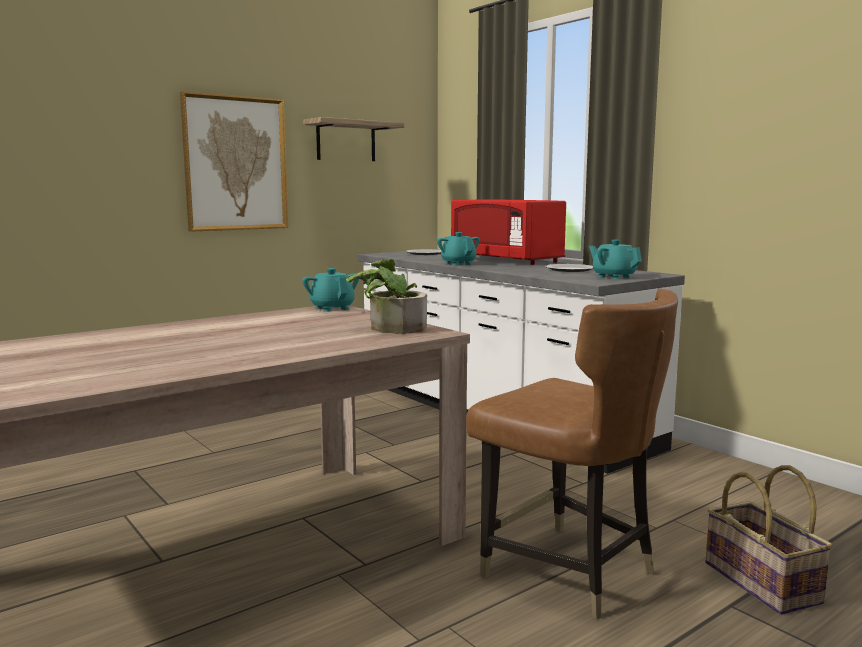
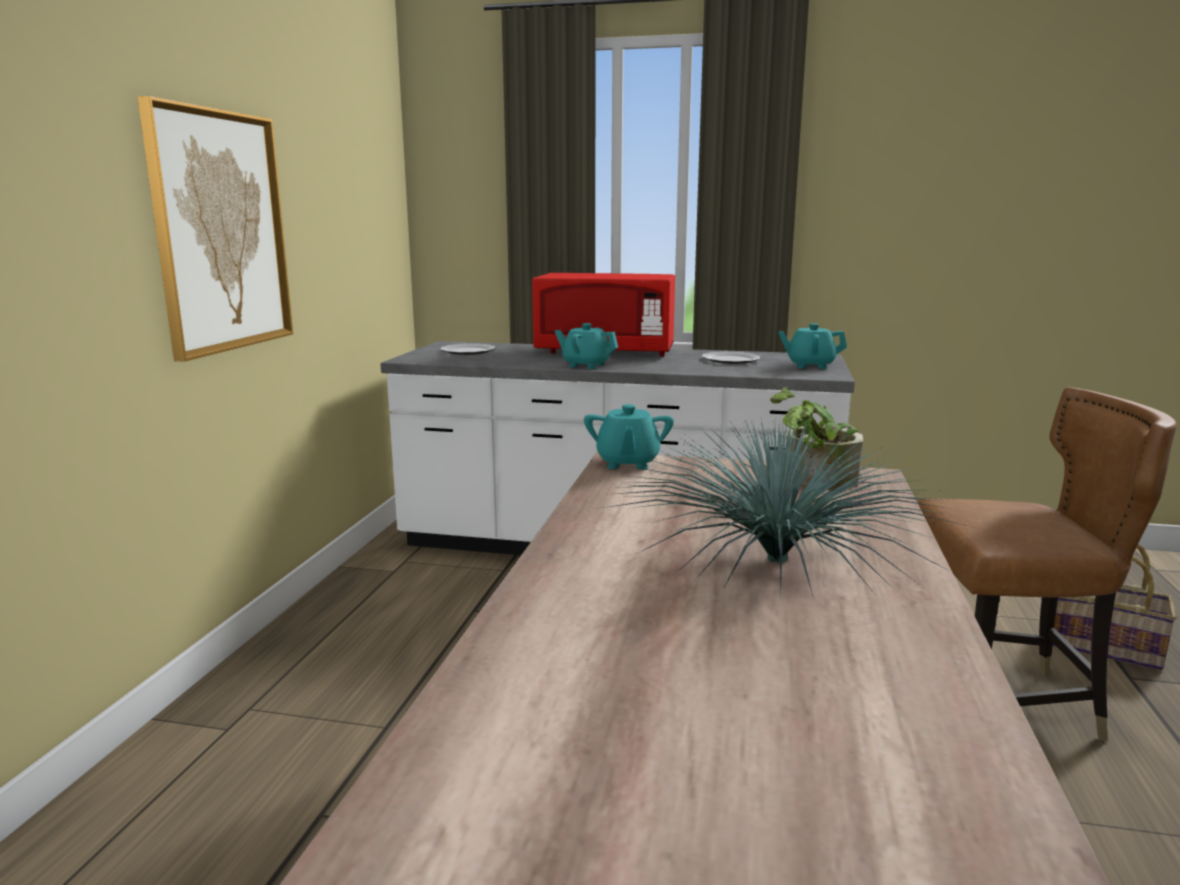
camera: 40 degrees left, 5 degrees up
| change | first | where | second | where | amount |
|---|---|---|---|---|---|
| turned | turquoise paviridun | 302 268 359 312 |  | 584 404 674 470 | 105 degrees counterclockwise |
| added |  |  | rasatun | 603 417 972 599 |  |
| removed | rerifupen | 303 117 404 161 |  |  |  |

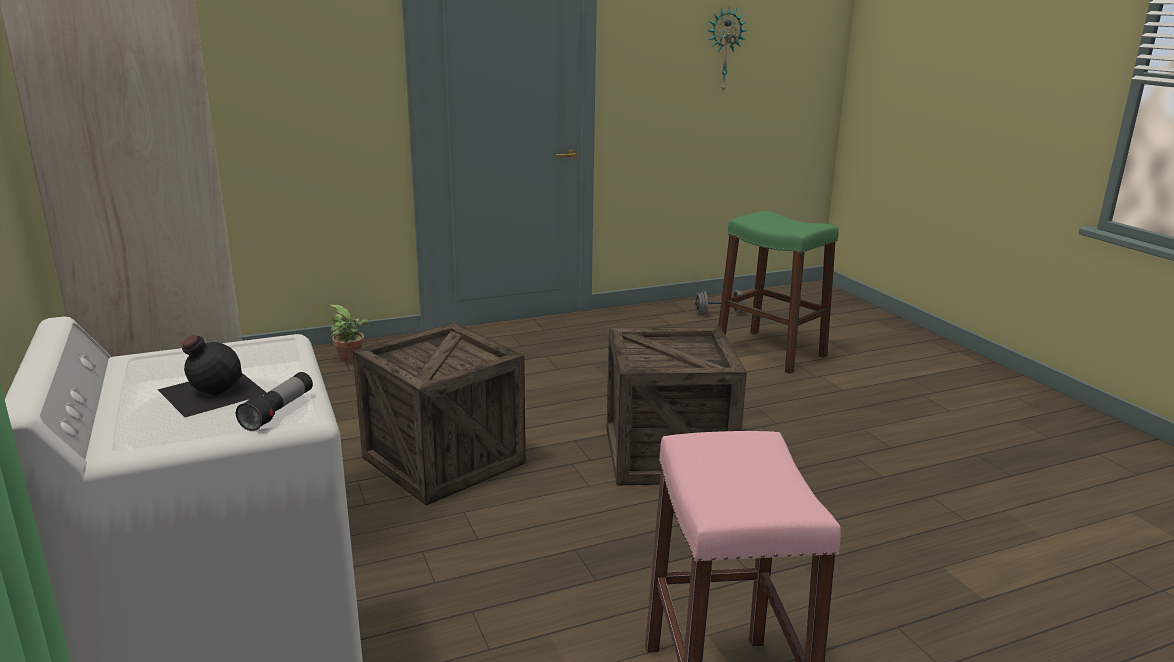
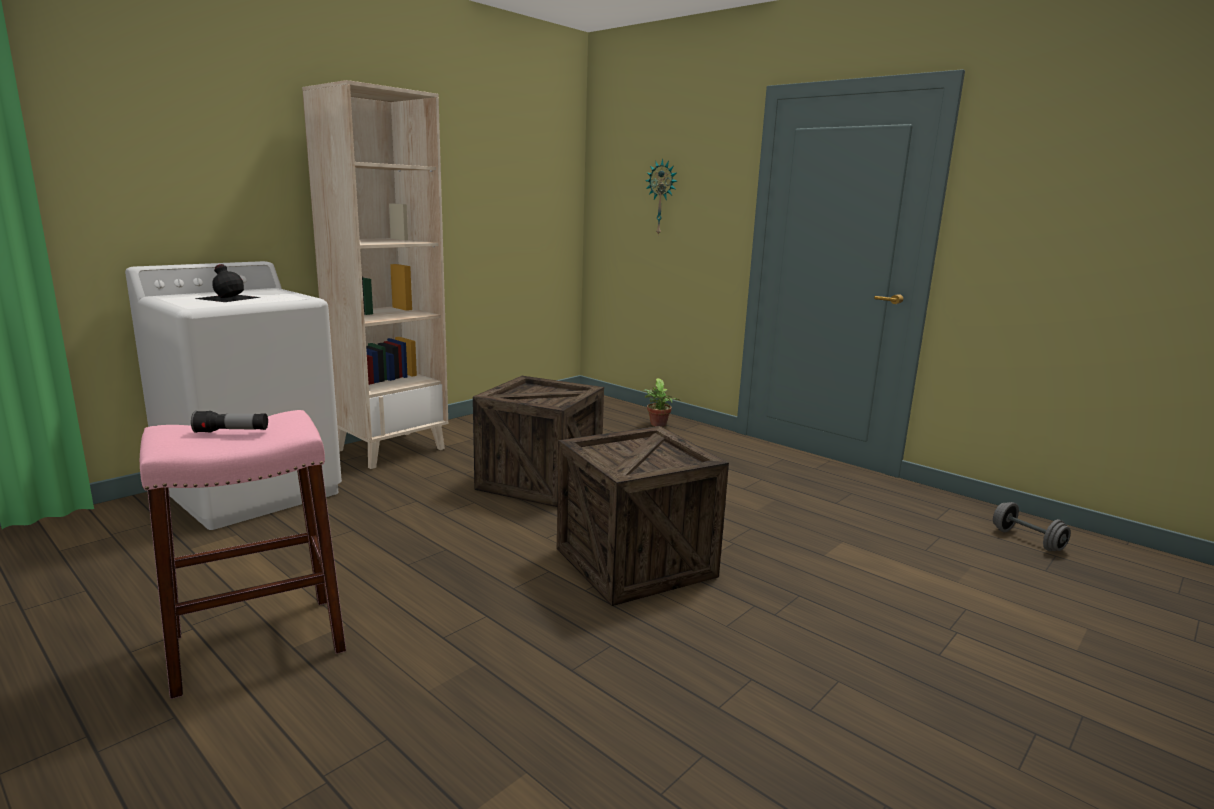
camera: 65 degrees right, 5 degrees down
| change | first | where | second | where | amount |
|---|---|---|---|---|---|
| moved | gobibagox | 236 372 313 431 |  | 191 411 268 433 |  |
| moved | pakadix | 708 6 747 91 |  | 645 159 677 235 |  |
| removed | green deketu | 718 211 839 374 |  |  |  |

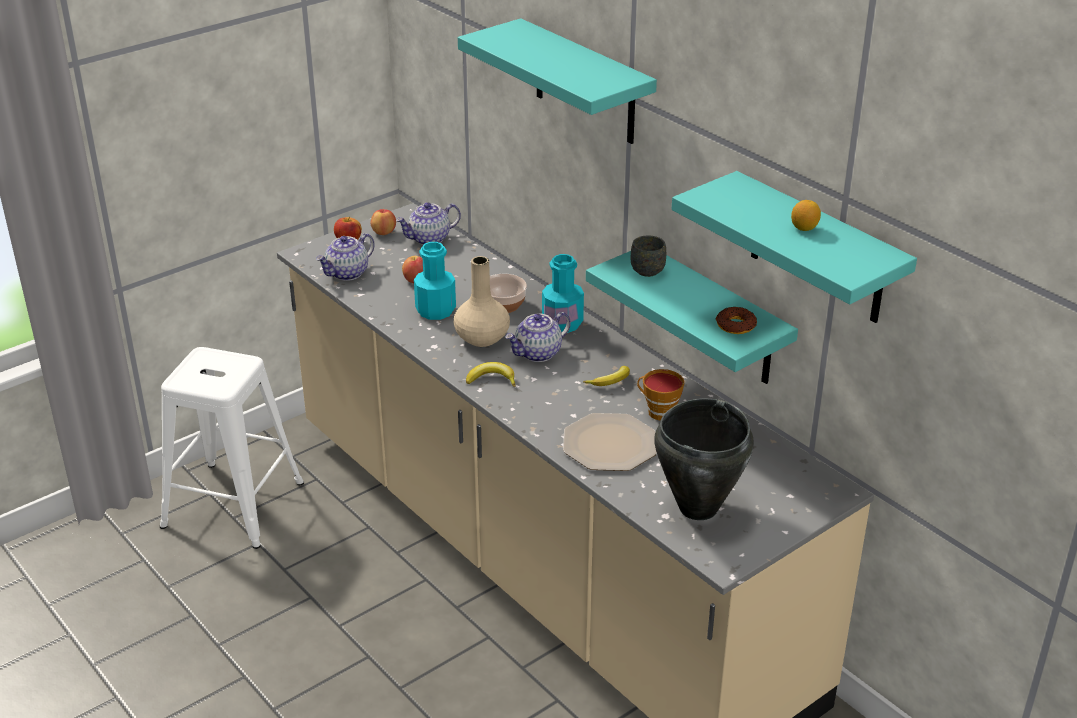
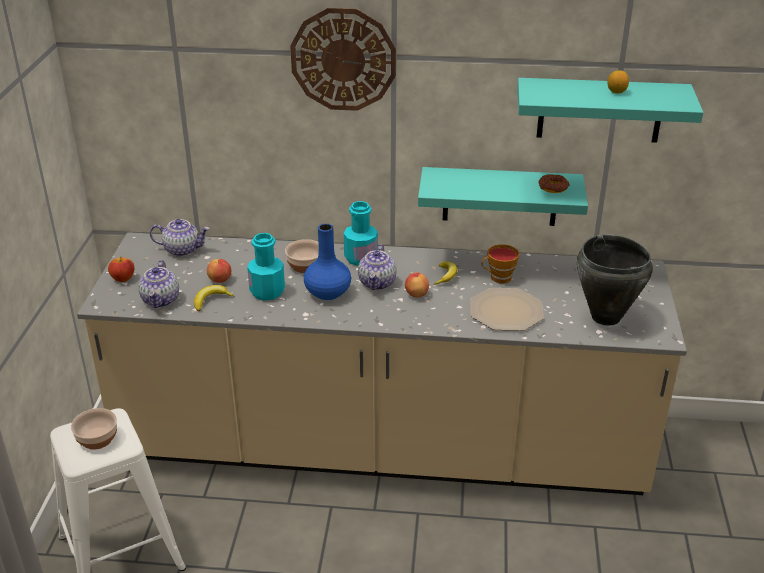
camera: 45 degrees left, 0 degrees up
| change | first | where | second | where | amount |
|---|---|---|---|---|---|
| added |  |  | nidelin | 71 408 117 449 |  |
| turned | paviridun | 396 202 461 245 |  | 150 219 210 257 | 105 degrees counterclockwise |
| moved | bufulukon | 466 362 516 387 |  | 194 285 234 311 |  |
| replaced | turquoise rerifupen | 458 18 657 144 | pakadix | 290 8 396 111 |  |
| recoloured | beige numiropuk | 454 256 510 347 | blue numiropuk | 304 224 351 300 |  |
| moved | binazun | 370 209 396 235 |  | 405 273 429 298 |  |
| removed | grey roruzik | 631 236 666 277 |  |  |  |

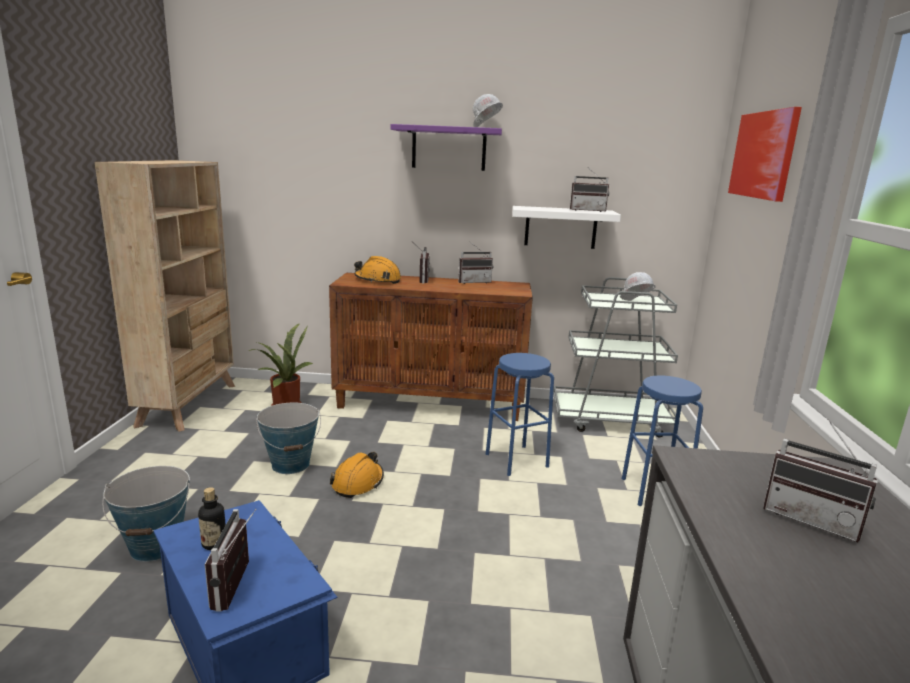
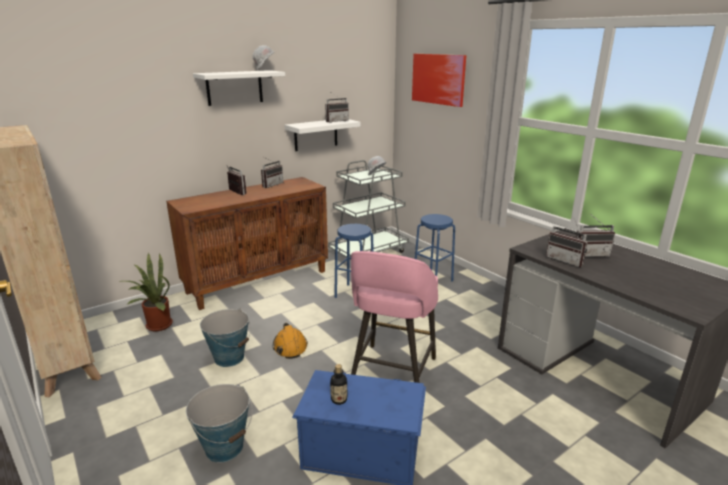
camera: 40 degrees left, 5 degrees up
| change | first | where | second | where | amount |
|---|---|---|---|---|---|
| recoloured | purple rerifupen | 391 124 502 171 | white rerifupen | 193 70 285 106 |  |
| added |  |  | pink deketu | 351 251 438 383 |  |
| moved | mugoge | 204 509 256 612 |  | 546 219 588 267 |  |
| removed | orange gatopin | 354 256 401 284 |  |  |  |

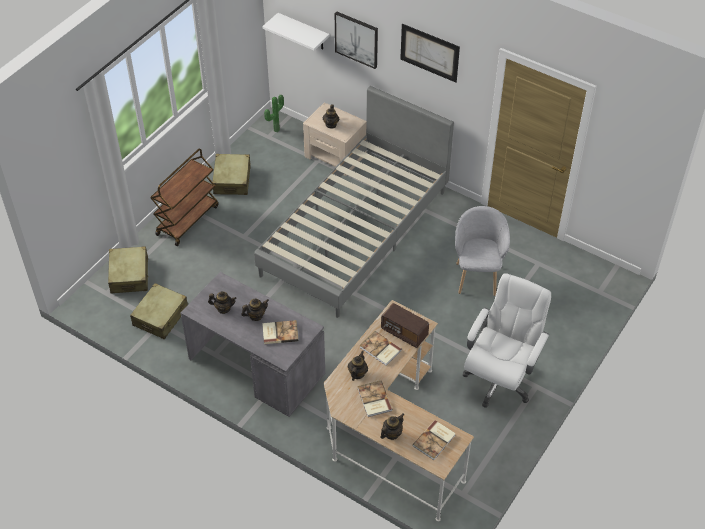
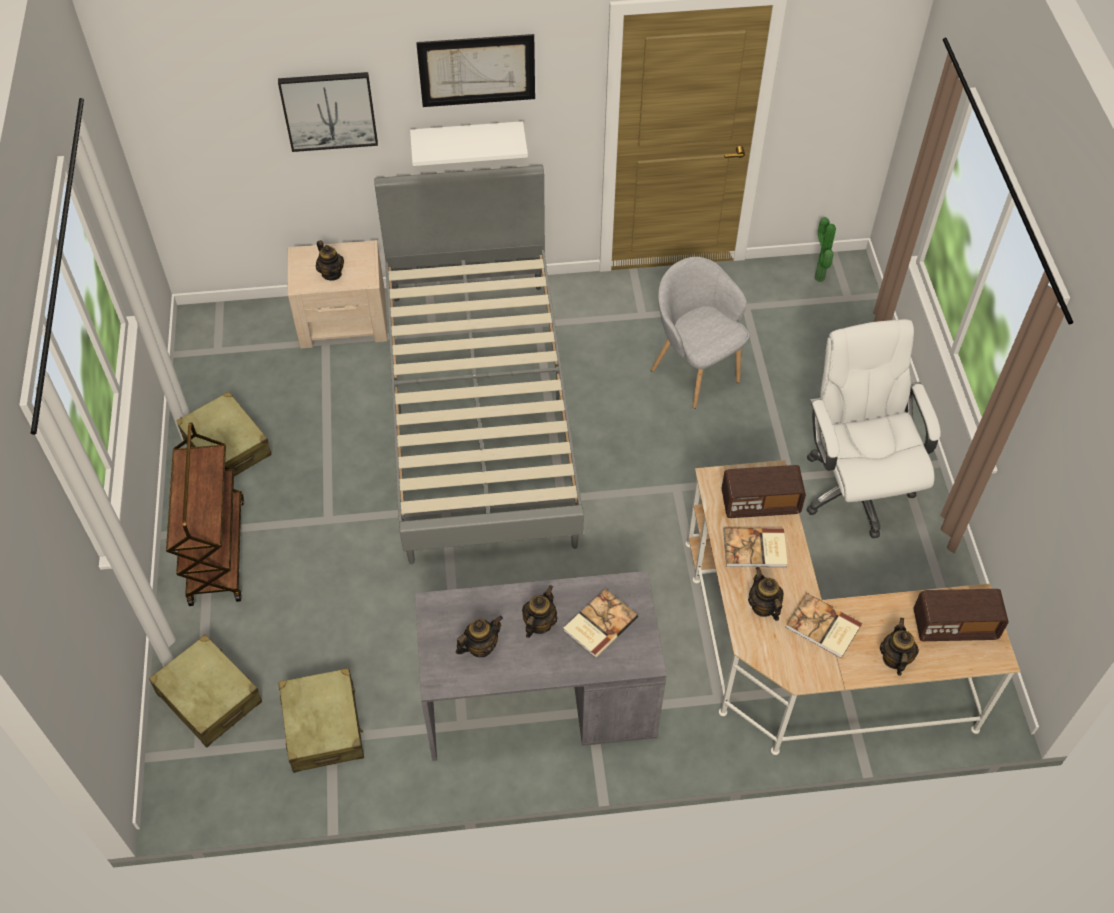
camera: 40 degrees left, 5 degrees up
| change | first | where | second | where | amount |
|---|---|---|---|---|---|
| moved | white rerifupen | 262 13 330 51 |  | 410 121 528 166 |  |
| moved | rasatun | 264 95 284 132 |  | 814 217 836 282 |  |
| replaced | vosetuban | 413 420 456 460 | mugoge | 913 589 1009 641 |  |

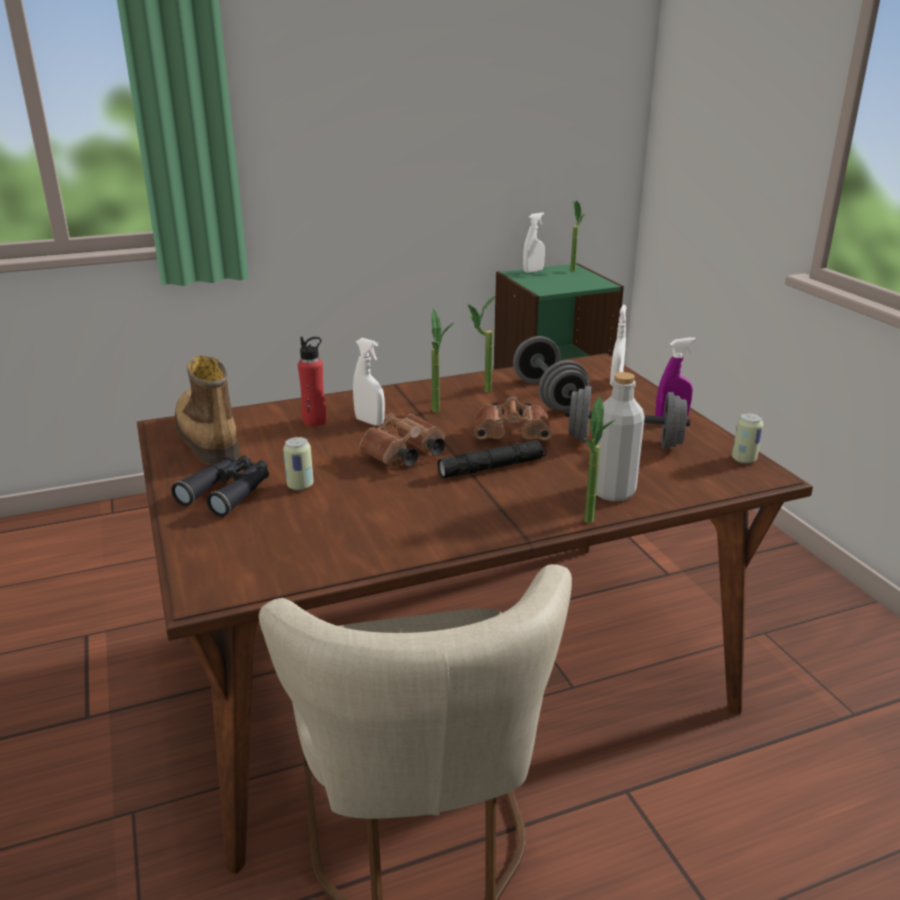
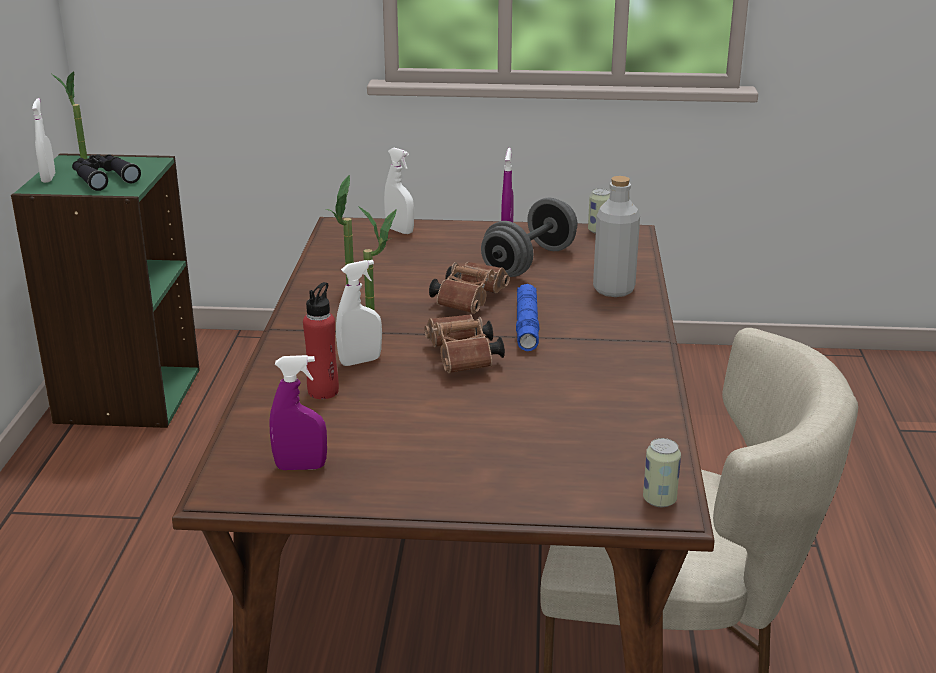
camera: 65 degrees left, 0 degrees up
| change | first | where | second | where | amount |
|---|---|---|---|---|---|
| moved | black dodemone | 171 455 269 517 |  | 72 154 141 191 |  |
| replaced | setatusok | 175 356 240 465 | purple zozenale | 269 355 327 470 |  |
| recoloured | black gobibagox | 437 440 547 479 | blue gobibagox | 516 284 540 351 |  |
| moved | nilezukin | 283 437 314 490 |  | 643 438 681 507 |  |
| removed | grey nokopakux | 513 336 589 411 |  |  |  |
| removed | rasatun | 584 396 614 523 |  |  |  |

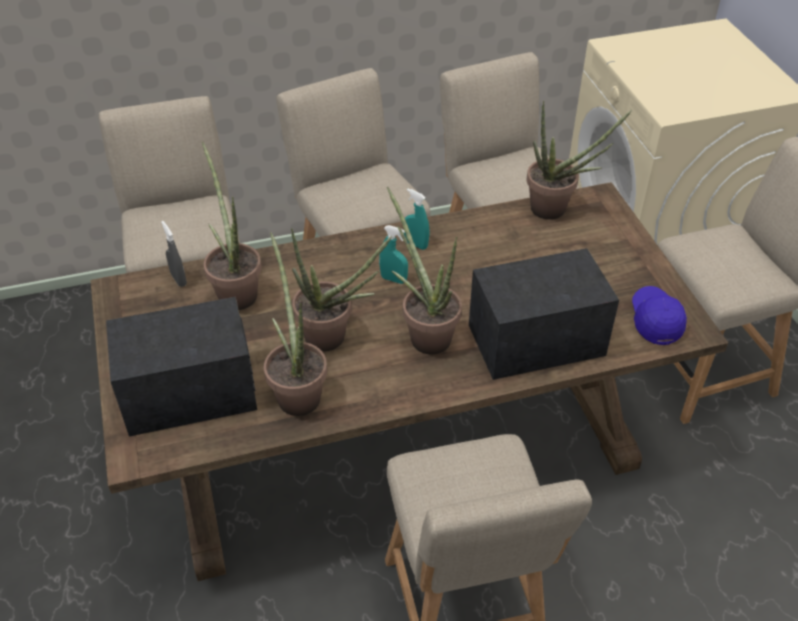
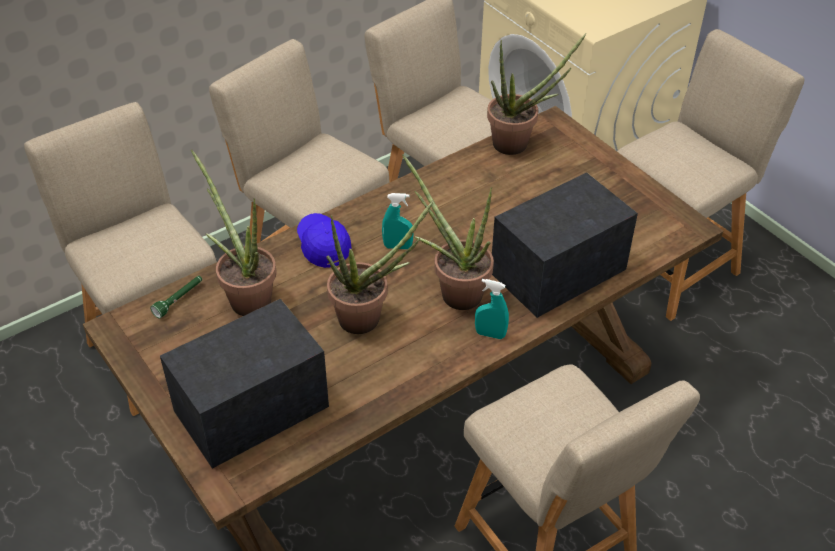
camera: 20 degrees left, 0 degrees up
| change | first | where | second | where | amount |
|---|---|---|---|---|---|
| replaced | grey zozenale | 161 221 187 287 | green gobibagox | 150 276 202 318 |  |
| moved | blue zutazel | 632 286 687 345 |  | 297 213 351 268 |  |
| moved | turquoise zozenale | 404 188 430 250 |  | 475 279 509 339 |  |
| removed | rasatun | 264 232 327 416 |  |  |  |

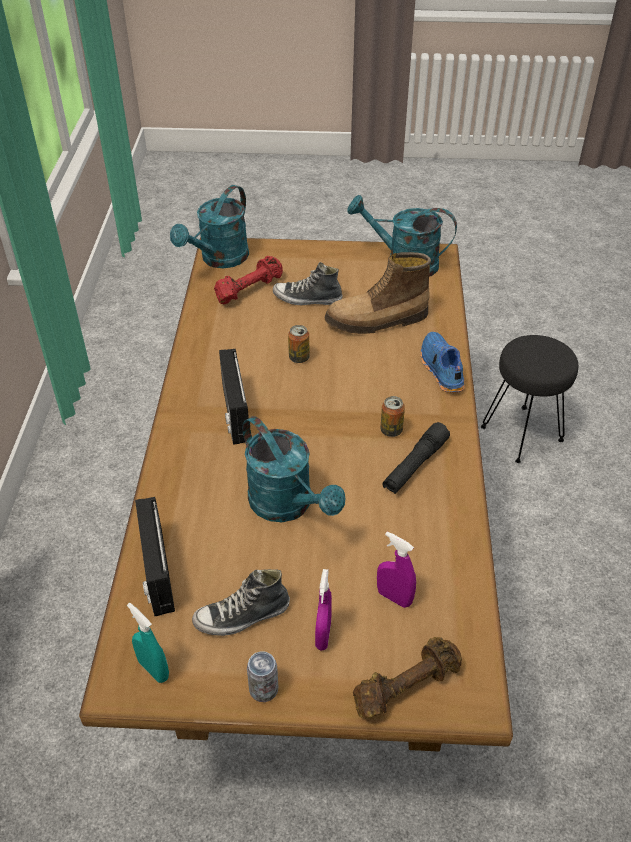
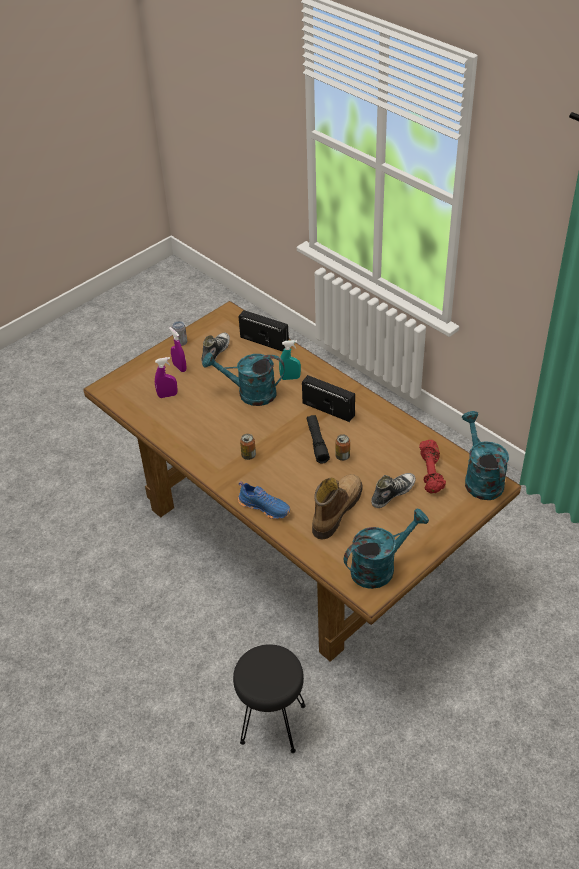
camera: 135 degrees right, 0 degrees up
| change | first | where | second | where | amount |
|---|---|---|---|---|---|
| moved | turquoise zozenale | 127 603 169 683 |  | 279 340 301 380 |  |
| moved | black gobibagox | 382 422 450 494 |  | 307 415 330 464 |  |
| removed | brown nokopakux | 353 637 462 718 |  |  |  |

